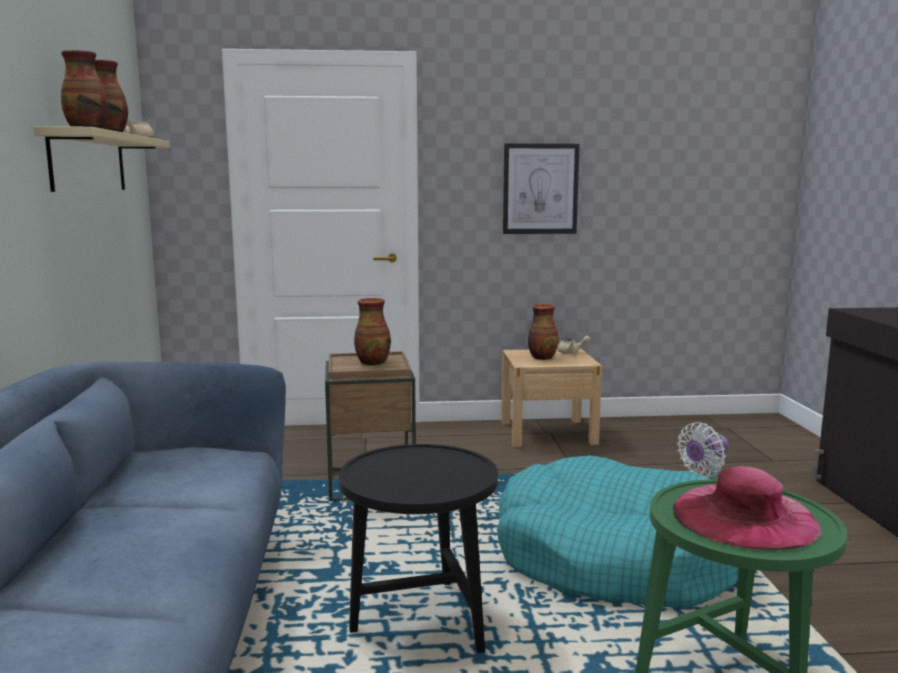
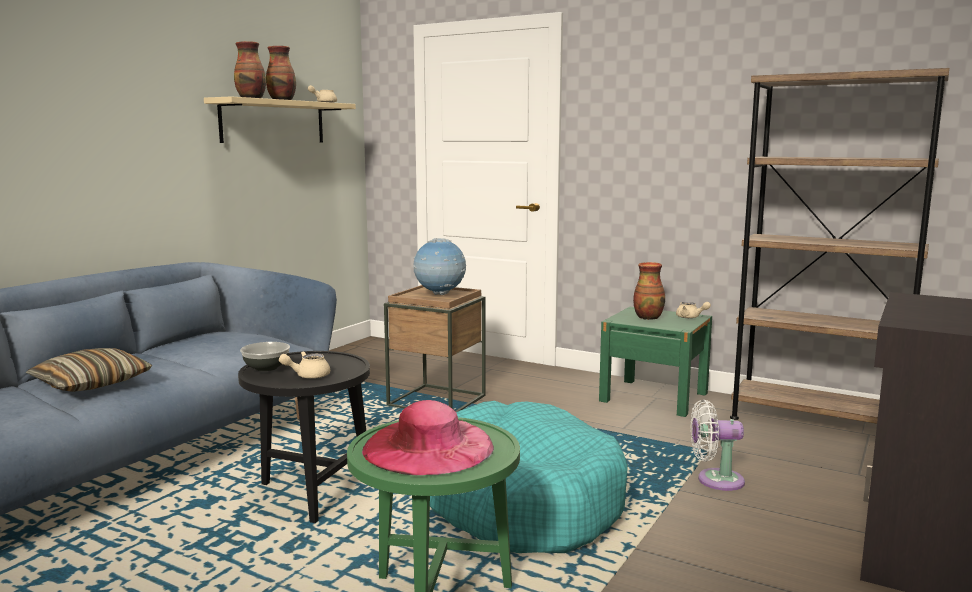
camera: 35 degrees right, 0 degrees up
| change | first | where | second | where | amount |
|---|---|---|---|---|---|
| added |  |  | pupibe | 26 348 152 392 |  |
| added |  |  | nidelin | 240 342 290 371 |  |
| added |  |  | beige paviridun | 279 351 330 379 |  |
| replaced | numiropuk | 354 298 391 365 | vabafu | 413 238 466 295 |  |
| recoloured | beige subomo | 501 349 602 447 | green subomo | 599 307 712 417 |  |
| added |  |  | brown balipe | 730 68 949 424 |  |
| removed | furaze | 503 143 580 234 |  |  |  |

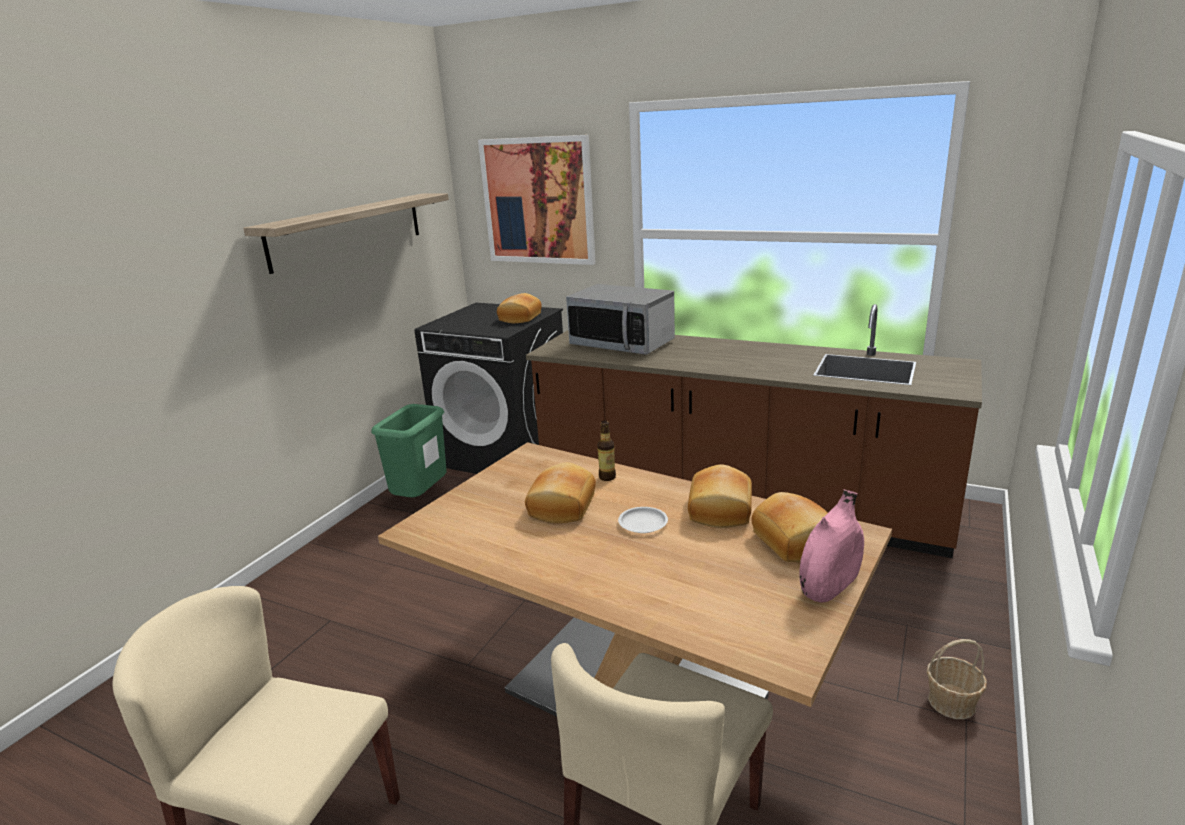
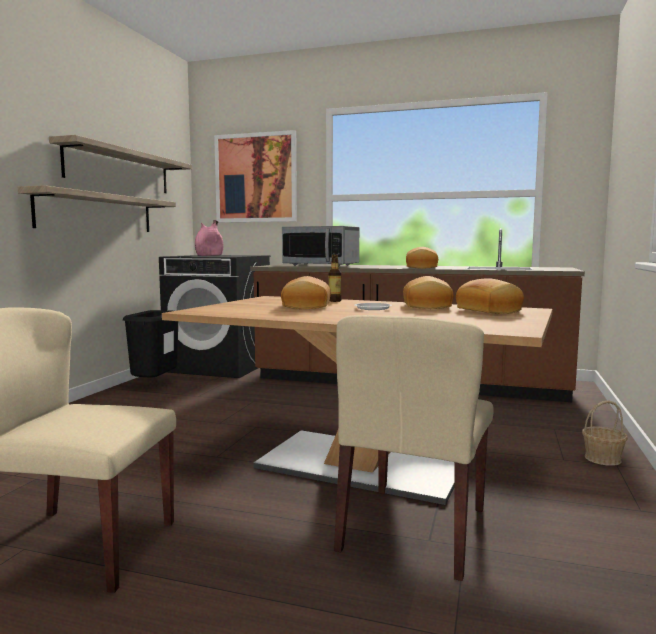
camera: 10 degrees left, 15 degrees down
| change | first | where | second | where | amount |
|---|---|---|---|---|---|
| added |  |  | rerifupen | 18 185 176 232 |  |
| recoloured | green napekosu | 371 404 447 497 | black napekosu | 123 310 178 378 |  |
| moved | pink numiropuk | 799 489 864 602 |  | 195 220 224 256 |  |
| moved | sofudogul | 497 293 542 323 |  | 406 247 438 268 |  |

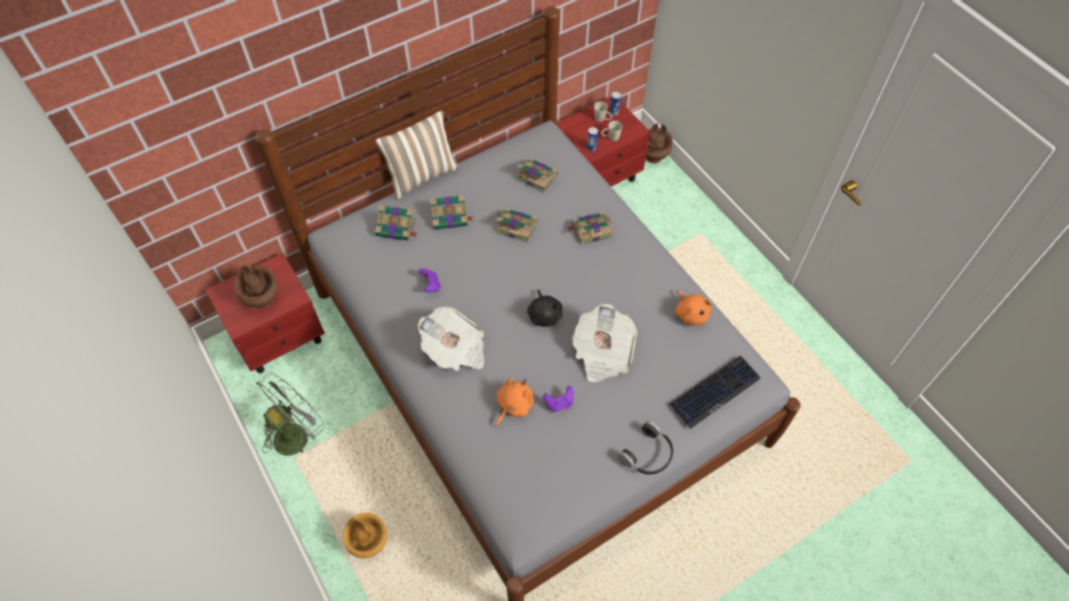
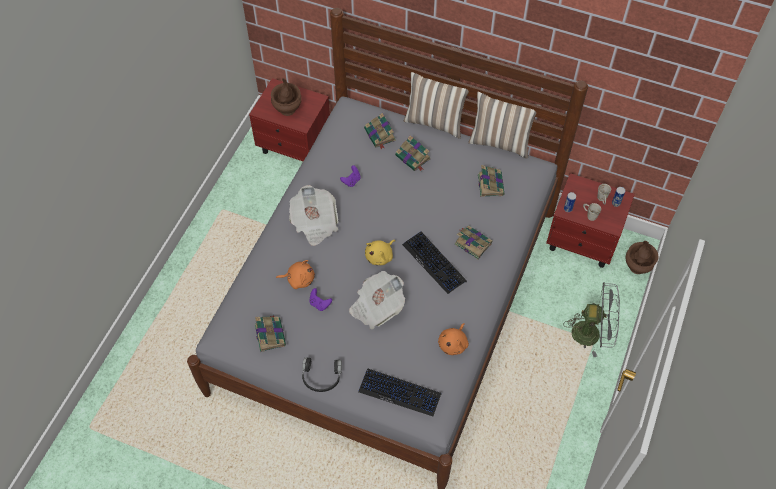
camera: 55 degrees right, 0 degrees up
| change | first | where | second | where | amount |
|---|---|---|---|---|---|
| moved | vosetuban | 496 208 538 243 |  | 255 315 286 352 |  |
| recoloured | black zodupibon | 527 289 563 327 | yellow zodupibon | 365 240 395 265 |  |
| added |  |  | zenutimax | 402 232 467 294 |  |
| added |  |  | pupibe | 468 92 542 159 |  |
| moved | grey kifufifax | 256 372 325 456 |  | 563 282 620 357 |  |
| removed | brown numiropuk | 343 513 387 558 |  |  |  |

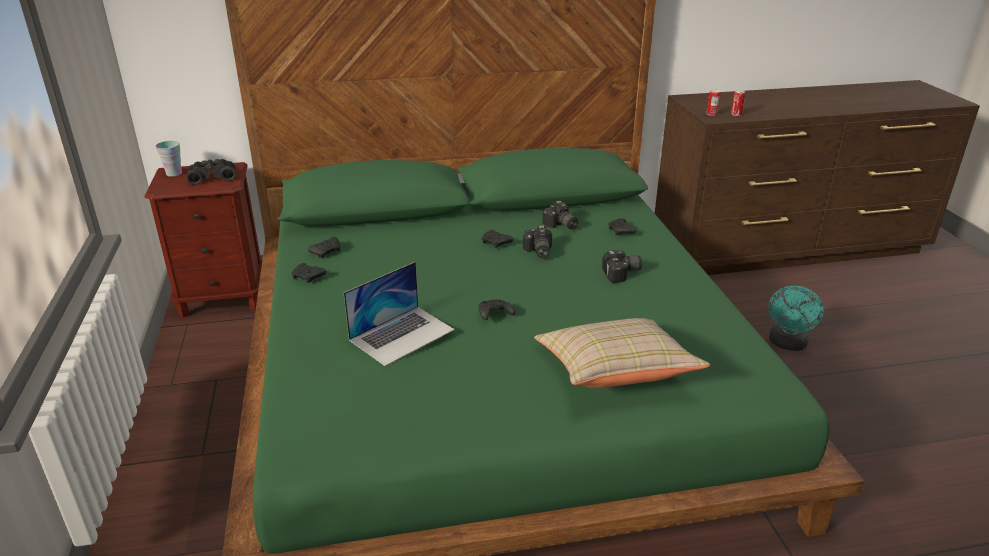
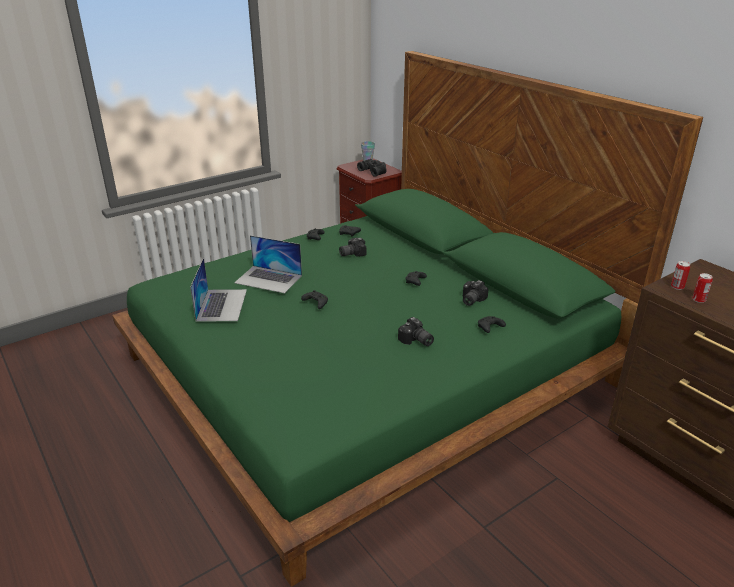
camera: 65 degrees right, 0 degrees up
| change | first | where | second | where | amount |
|---|---|---|---|---|---|
| added |  |  | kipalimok | 190 258 247 322 |  |
| moved | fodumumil | 523 225 552 258 |  | 339 238 366 257 |  |
| removed | beige pupibe | 534 318 710 388 |  |  |  |
| removed | turquoise kifufifax | 768 286 824 351 |  |  |  |

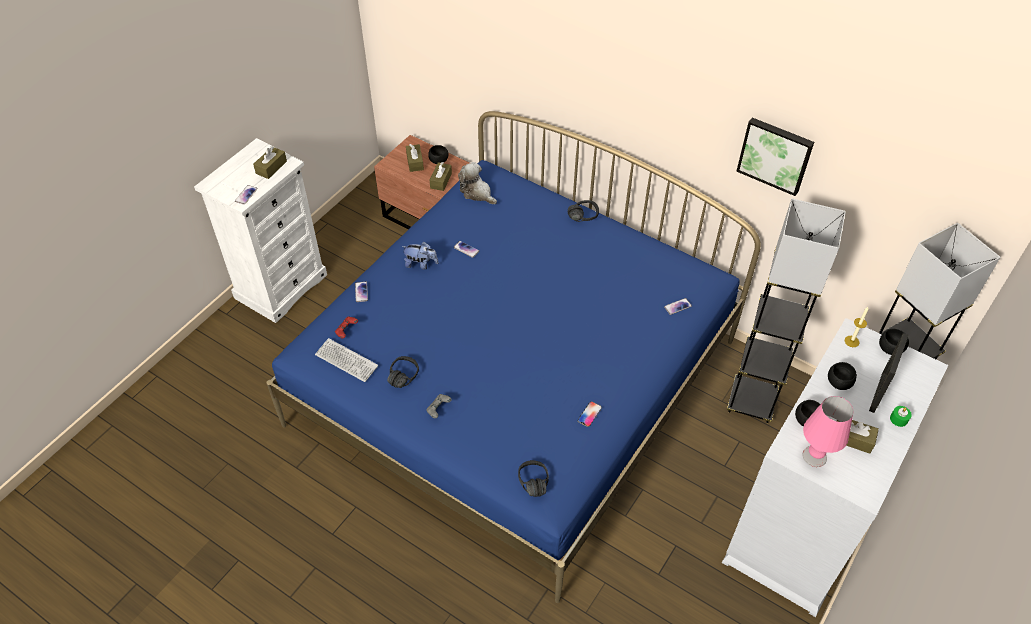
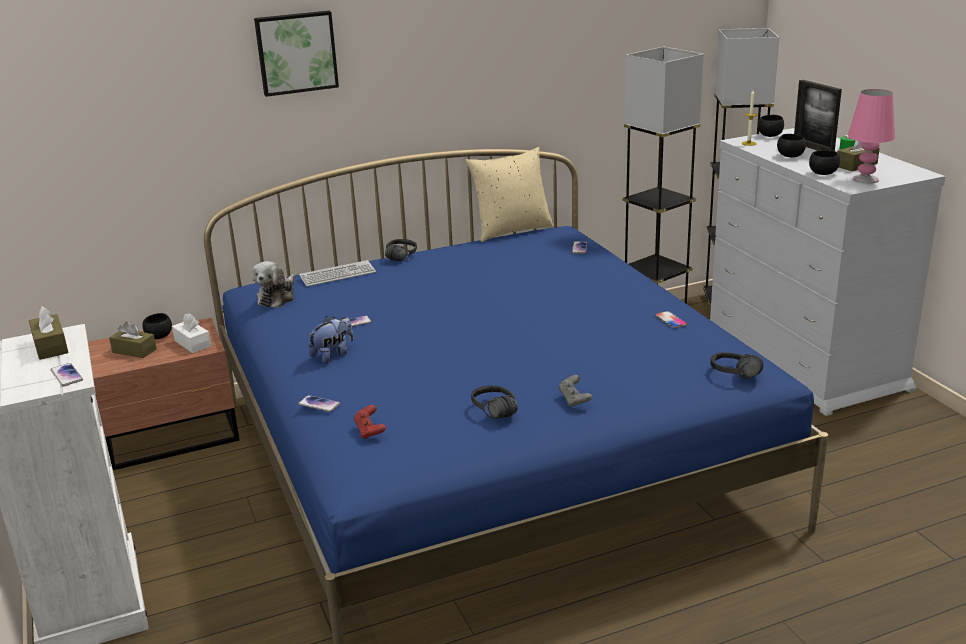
camera: 55 degrees left, 25 degrees down
| change | first | where | second | where | amount |
|---|---|---|---|---|---|
| recoloured | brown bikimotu | 430 162 452 191 | white bikimotu | 172 313 211 353 |  |
| turned | zodupibon | 458 162 497 204 |  | 252 261 295 308 | 60 degrees counterclockwise |
| moved | furaze | 736 117 814 196 |  | 254 10 339 97 |  |
| moved | zenutimax | 315 338 378 382 |  | 299 260 376 287 |  |
| added |  |  | beige pupibe | 466 147 554 242 |  |

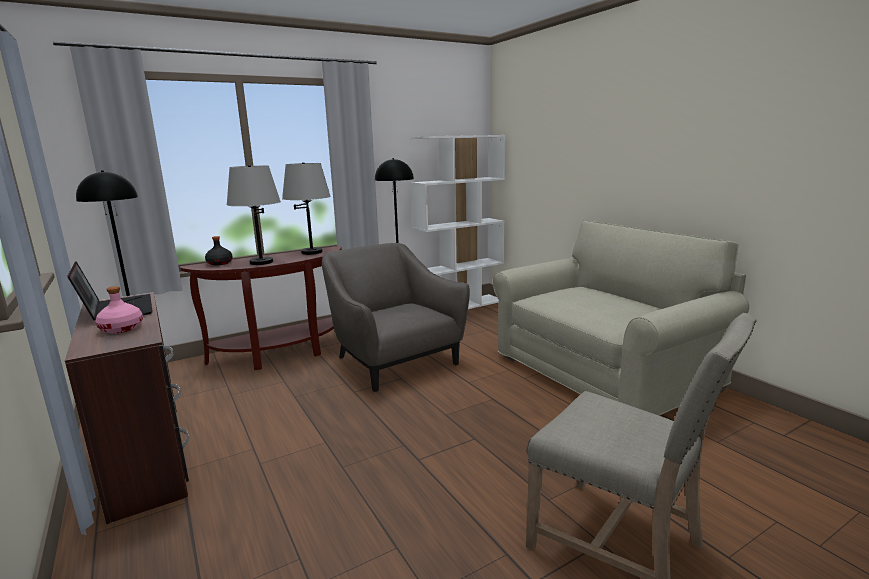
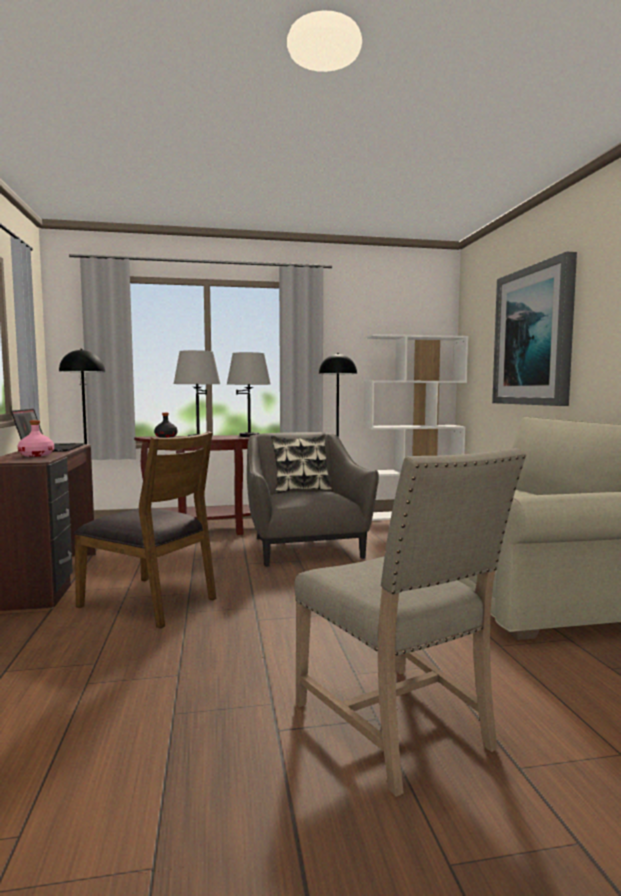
camera: 20 degrees right, 10 degrees down
| change | first | where | second | where | amount |
|---|---|---|---|---|---|
| added |  |  | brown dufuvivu | 74 431 217 629 |  |
| added |  |  | pupibe | 271 434 332 493 |  |
| added |  |  | furaze | 492 252 577 406 |  |

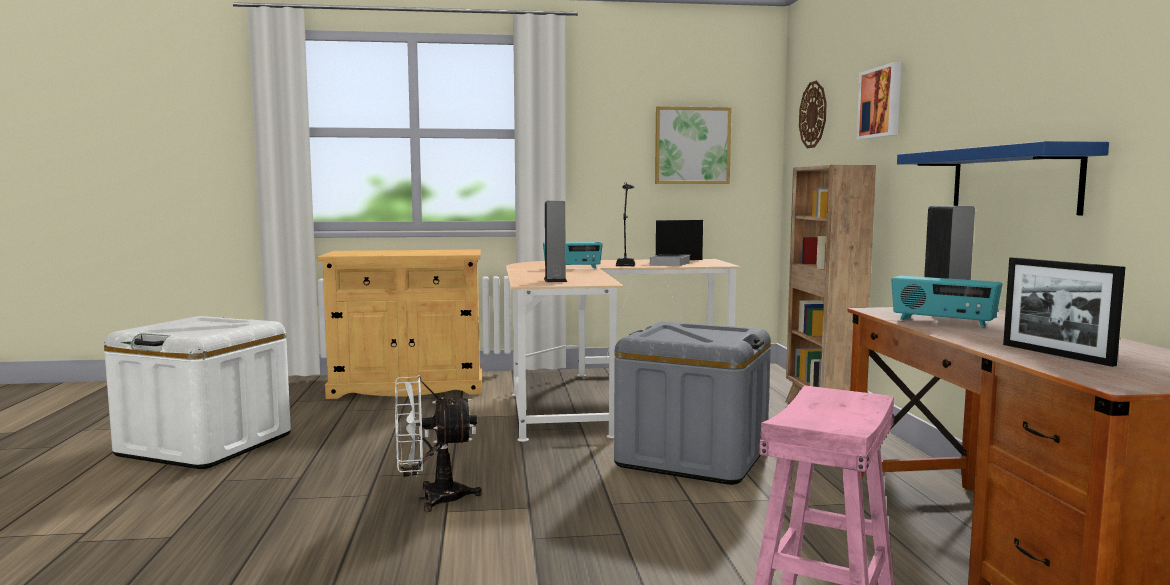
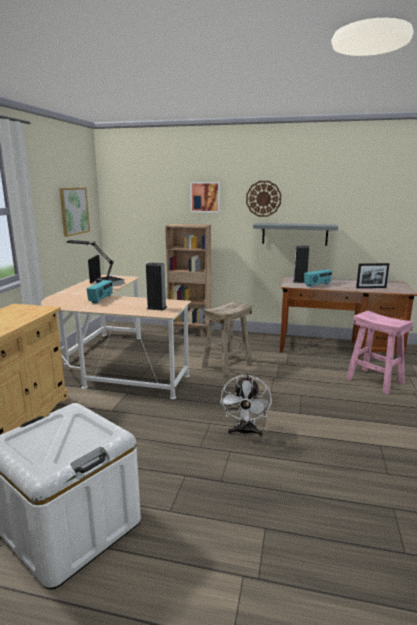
camera: 70 degrees left, 10 degrees up
| change | first | where | second | where | amount |
|---|---|---|---|---|---|
| replaced | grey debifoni | 614 321 771 485 | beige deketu | 202 301 252 378 |  |
| moved | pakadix | 799 80 827 148 |  | 246 181 281 217 |  |
| recoloured | blue rerifupen | 897 141 1109 215 | grey rerifupen | 253 223 338 246 |  |

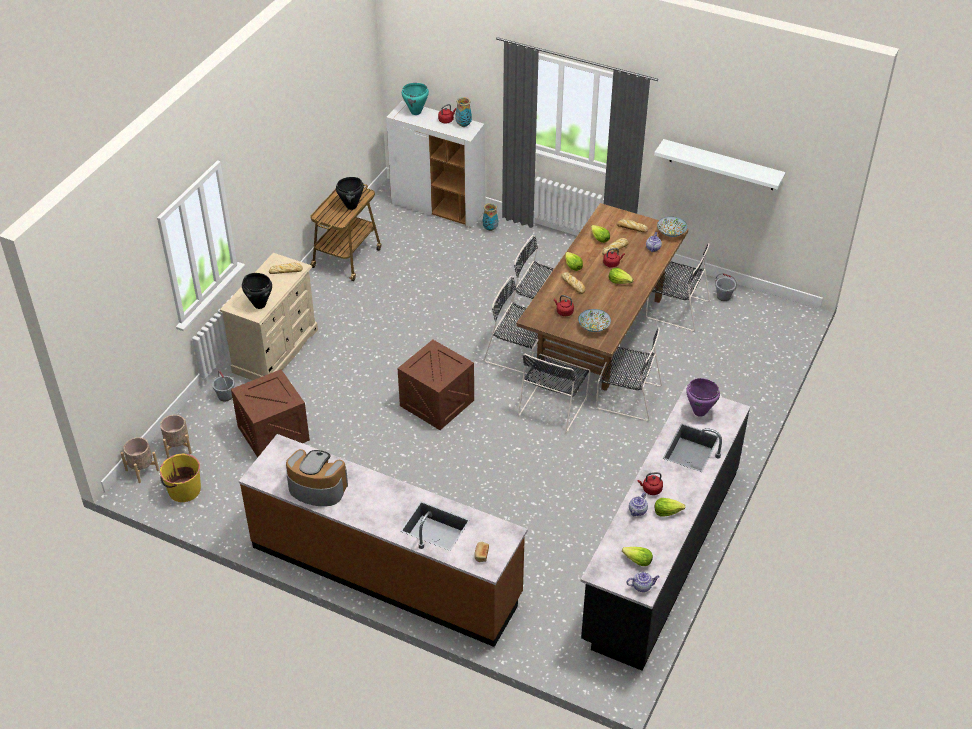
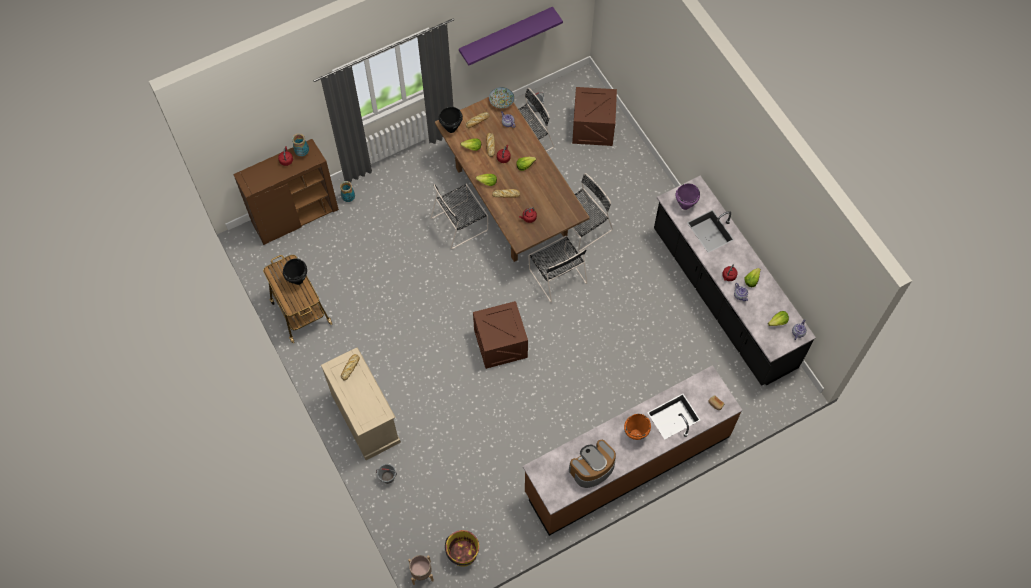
camera: 55 degrees left, 20 degrees up
| change | first | where | second | where | amount |
|---|---|---|---|---|---|
| recoloured | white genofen | 386 101 486 228 | brown genofen | 233 139 339 245 |  |
| moved | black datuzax | 242 273 272 309 |  | 439 107 463 133 |  |
| recoloured | white rerifupen | 654 139 786 190 | purple rerifupen | 459 7 563 66 |  |
| moved | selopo | 231 369 310 457 |  | 572 87 617 146 |  |
| added |  |  | orange datuzax | 624 414 651 440 |  |
| removed | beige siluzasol | 160 415 192 458 |  |  |  |
| removed | turquoise datuzax | 402 83 429 115 |  |  |  |
| removed | black dufuvivu | 484 276 551 376 |  |  |  |
| removed | nidelin | 578 309 611 332 |  |  |  |

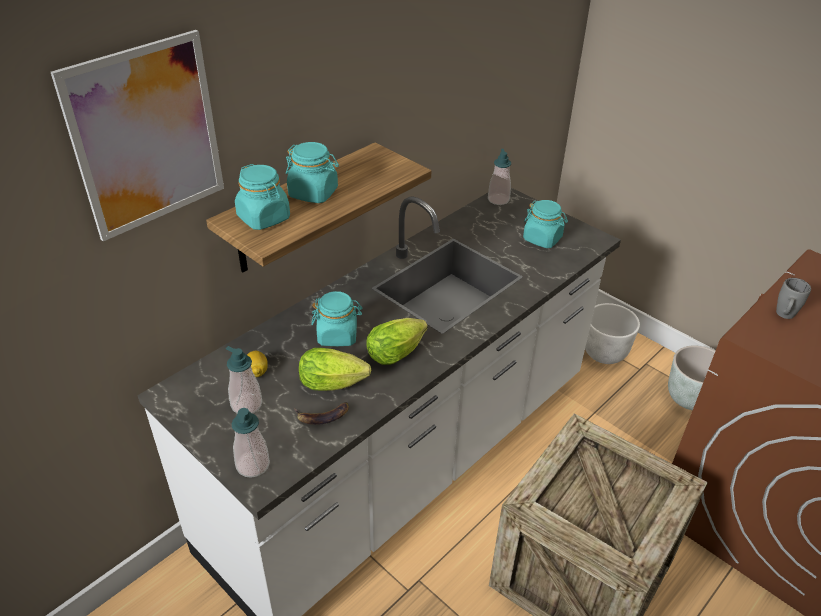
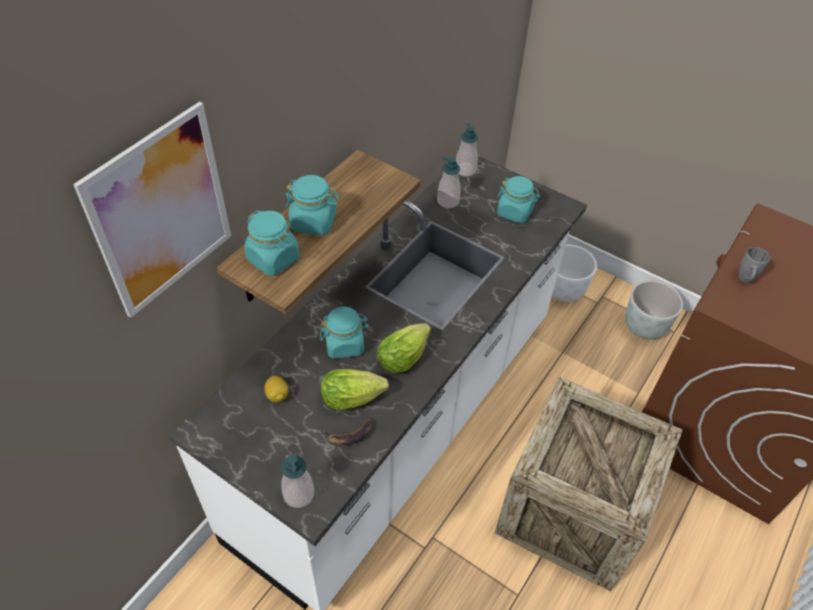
camera: 10 degrees left, 10 degrees up
| change | first | where | second | where | amount |
|---|---|---|---|---|---|
| moved | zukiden | 226 346 262 414 |  | 437 157 460 208 |  |

